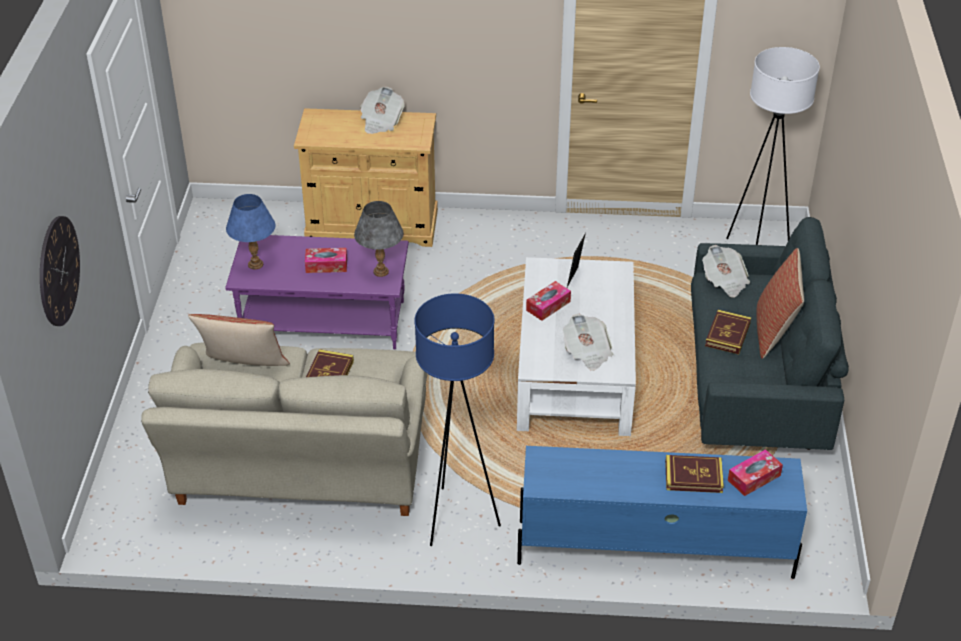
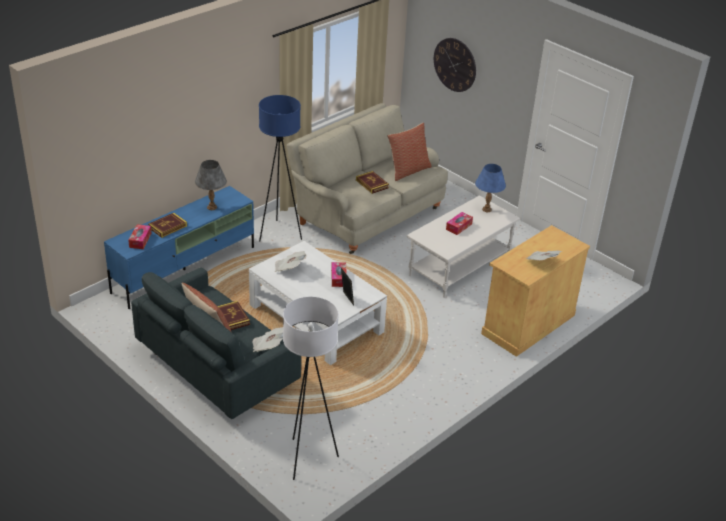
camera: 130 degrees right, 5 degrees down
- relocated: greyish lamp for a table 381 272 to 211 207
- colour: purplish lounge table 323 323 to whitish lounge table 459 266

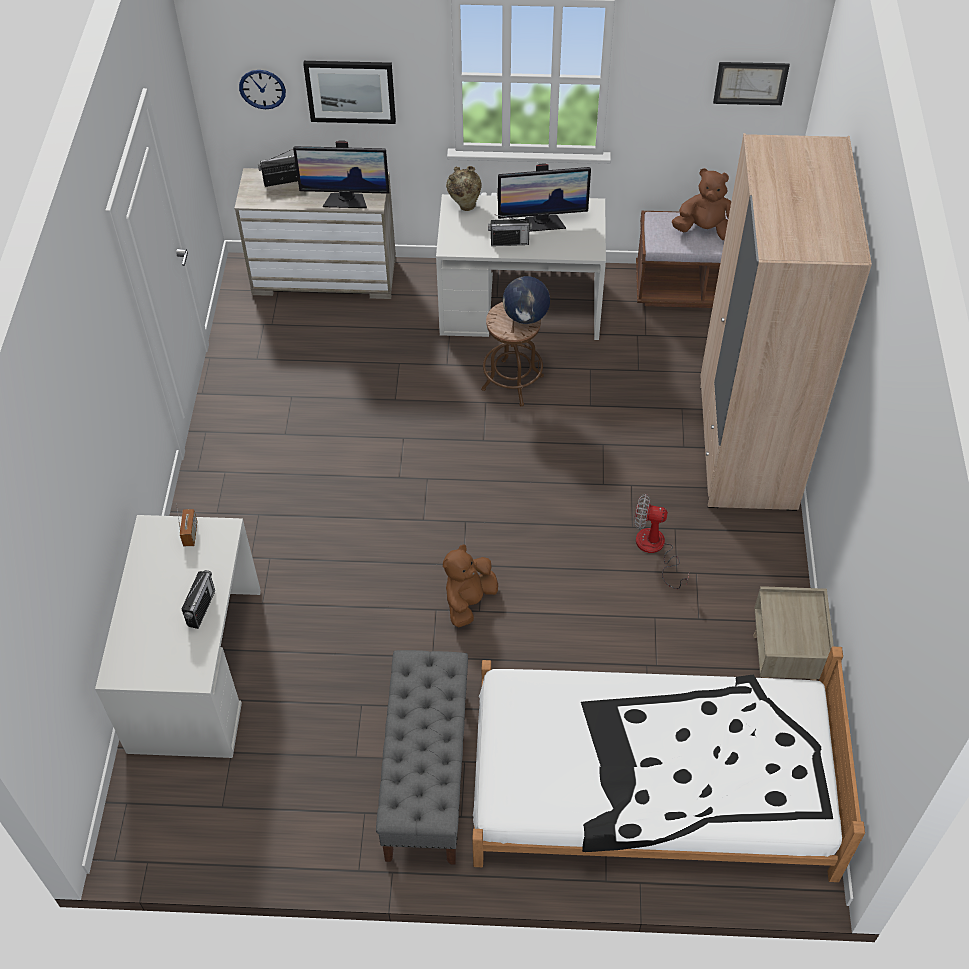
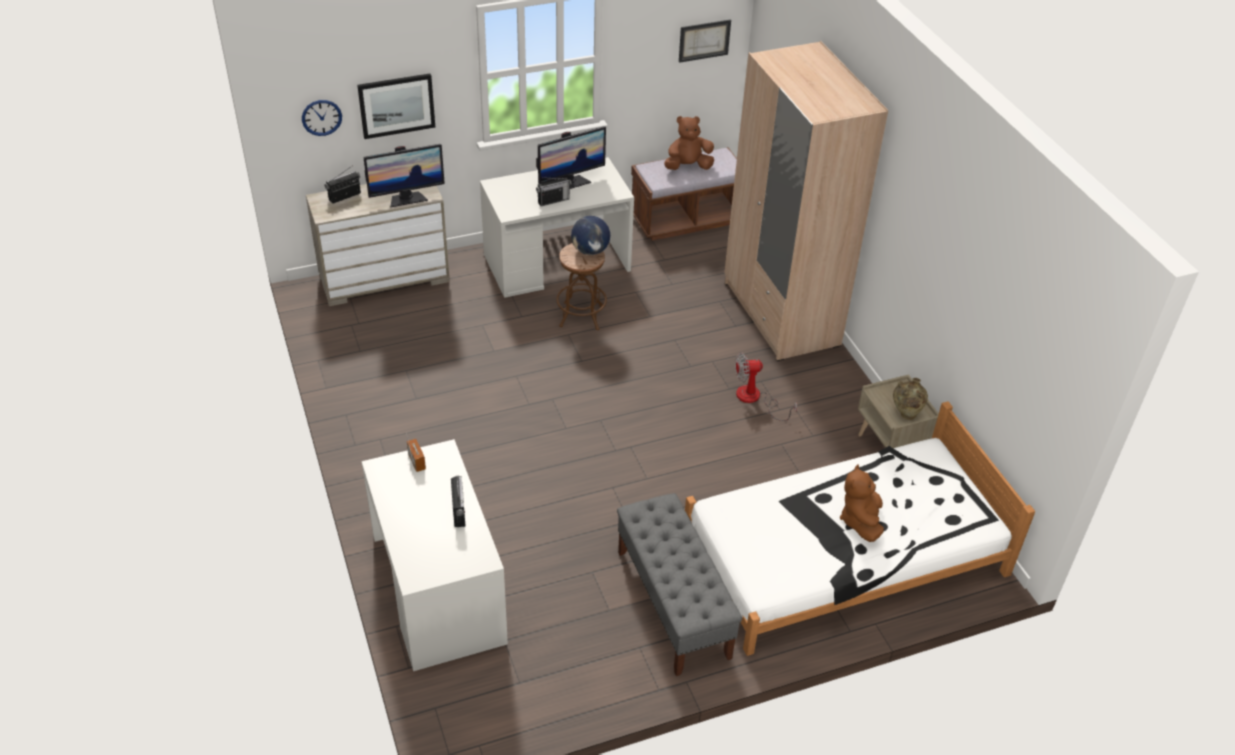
camera: 25 degrees left, 10 degrees down
- relocated: brownish cuddly toy 469 601 to 860 521
- relocated: sand-coloured vase 464 206 to 905 415

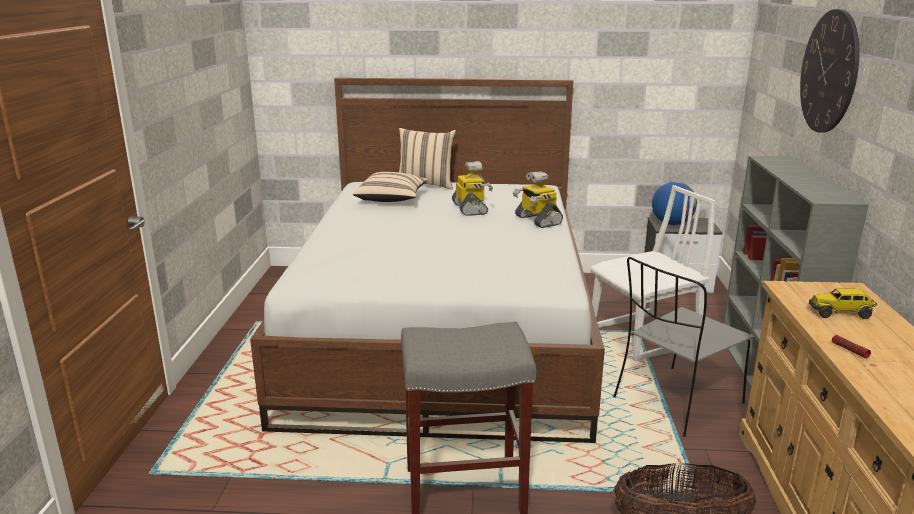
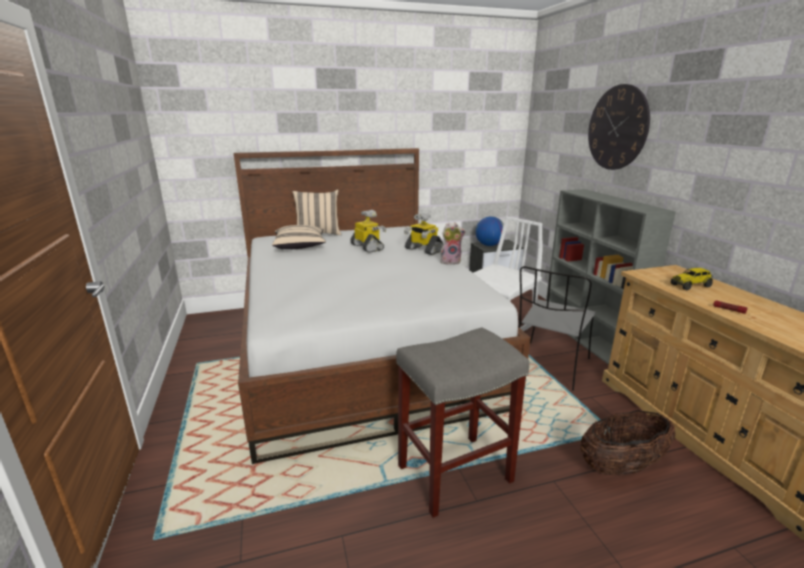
camera: 20 degrees left, 0 degrees up
- appeared: cuddly toy 450 261

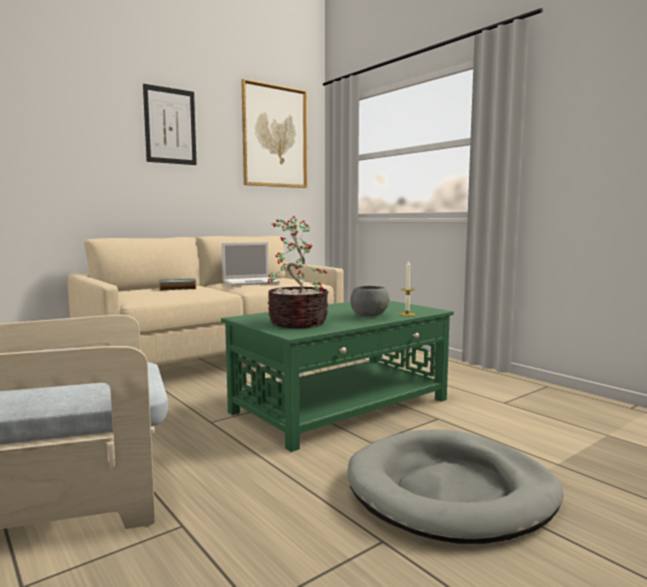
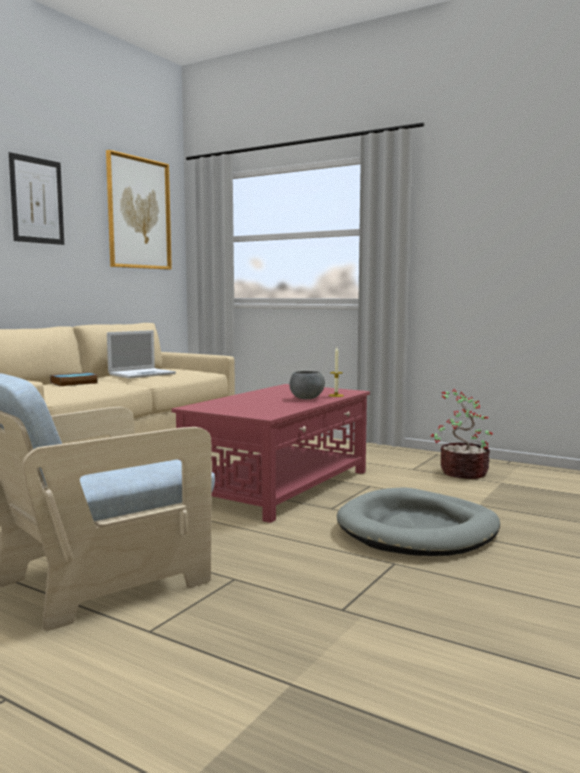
camera: 20 degrees left, 0 degrees up
- colour: green lounge table 342 406 to red-coloured lounge table 280 485
- relocated: houseplant 297 322 to 462 473

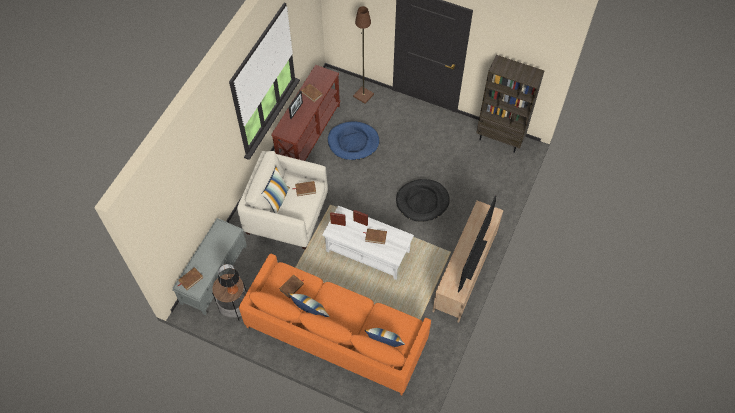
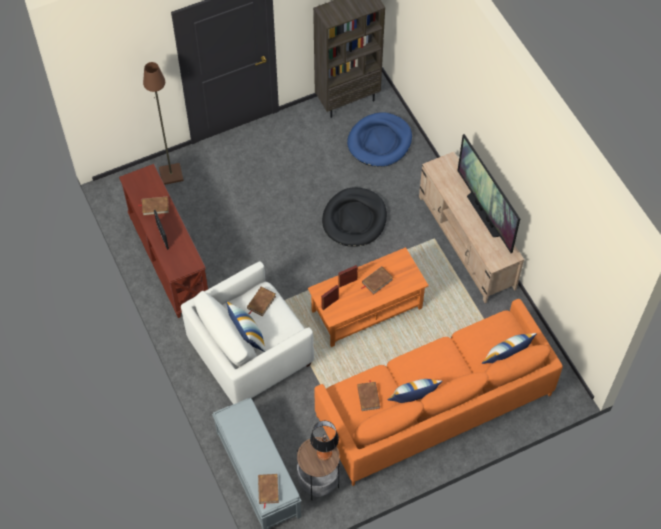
camera: 50 degrees left, 0 degrees up
- colour: whitish lounge table 367 252 to orangey lounge table 366 310
- relocated: bluish pet bed 353 142 to 379 142

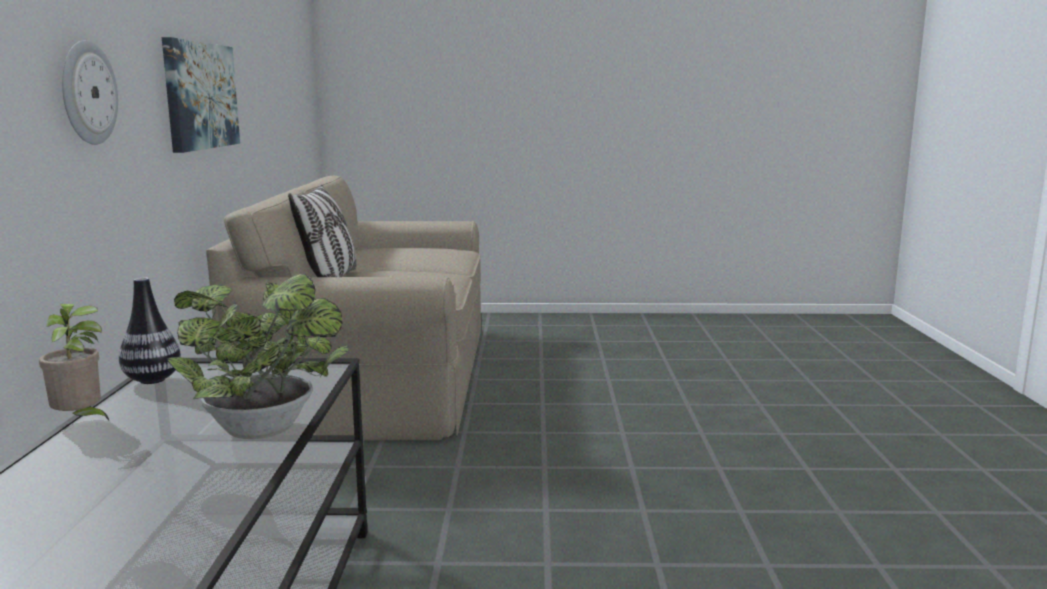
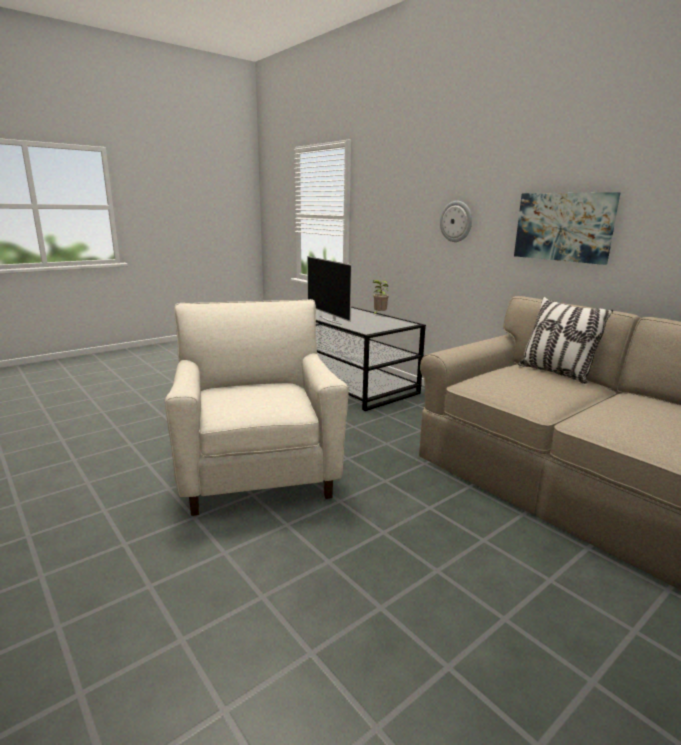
camera: 140 degrees right, 5 degrees up
- appeared: sand-coloured easy chair 258 471
- exchanged: houseplant 267 432 to television 331 320
- missing: vase 152 380

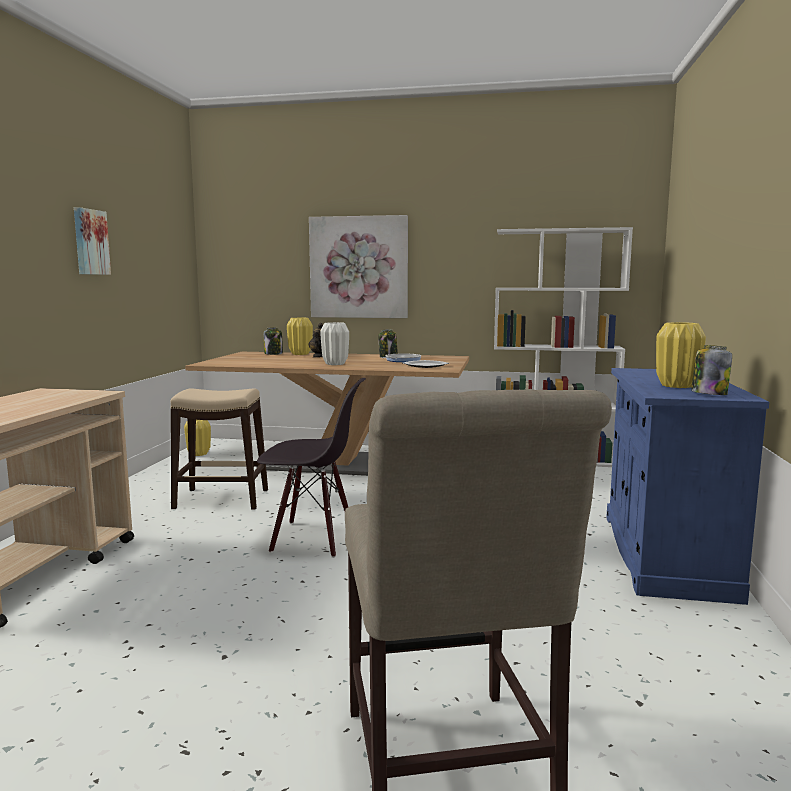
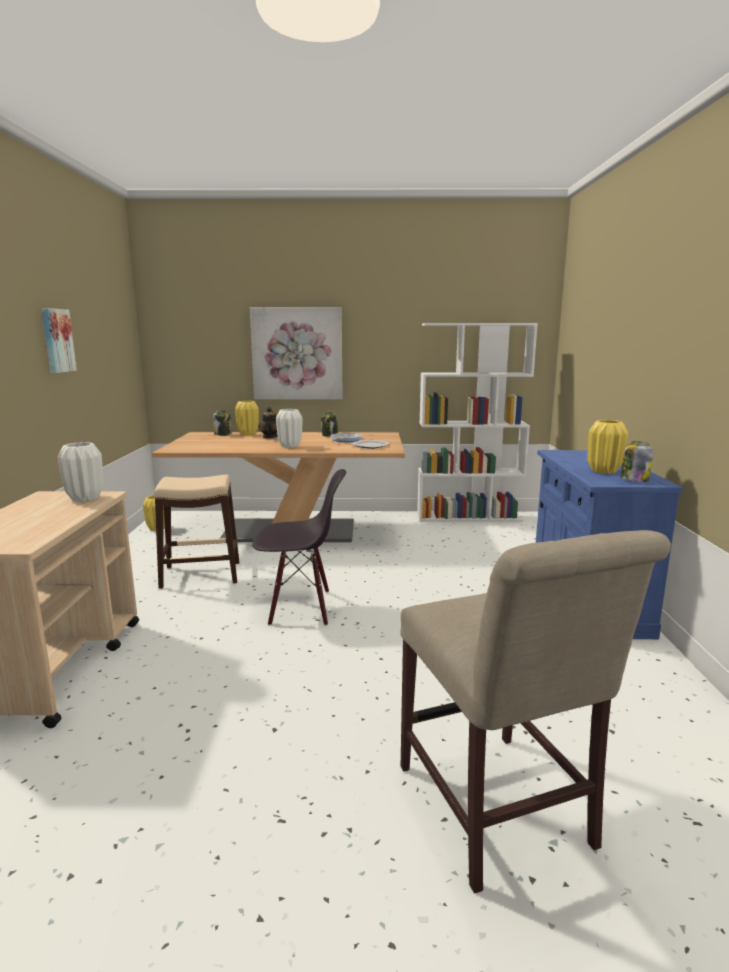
camera: 10 degrees left, 5 degrees up
- appeared: whitish vase 85 498

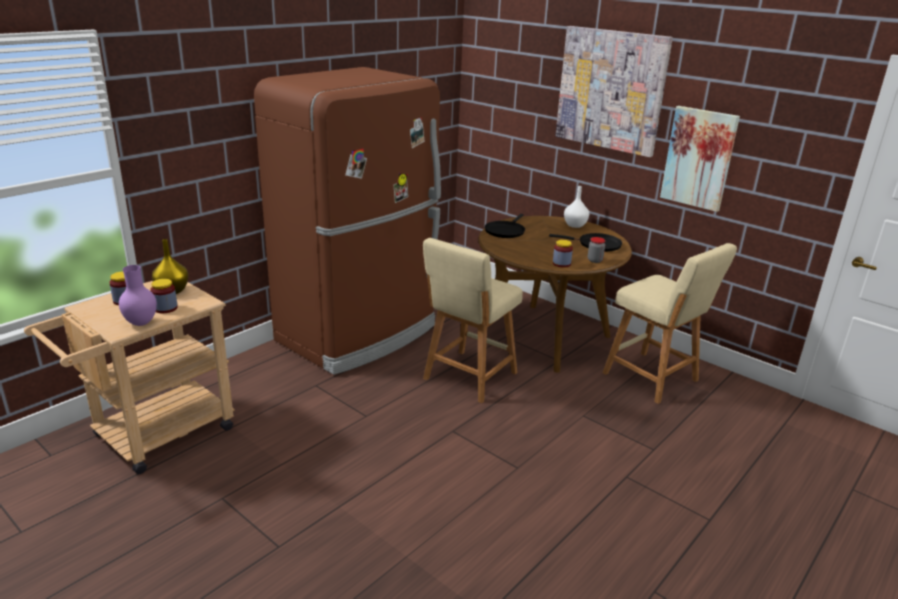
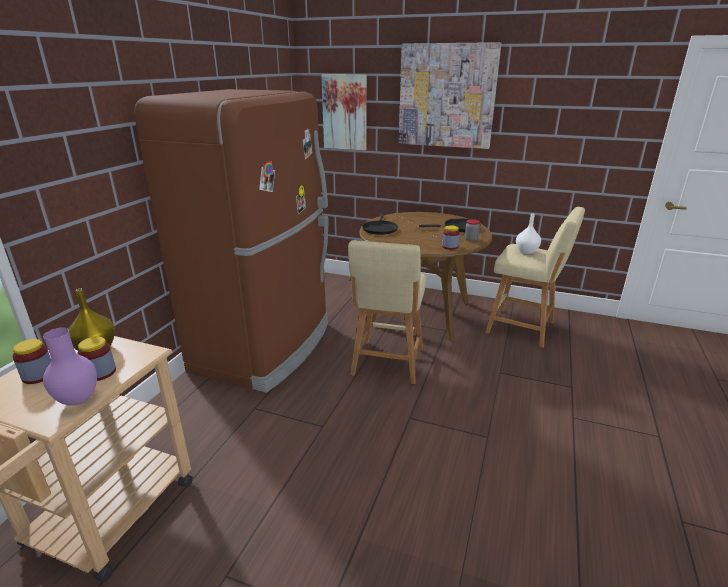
camera: 20 degrees left, 0 degrees up
- relocated: wall picture 699 158 to 345 112
- relocated: whitish vase 574 225 to 526 251

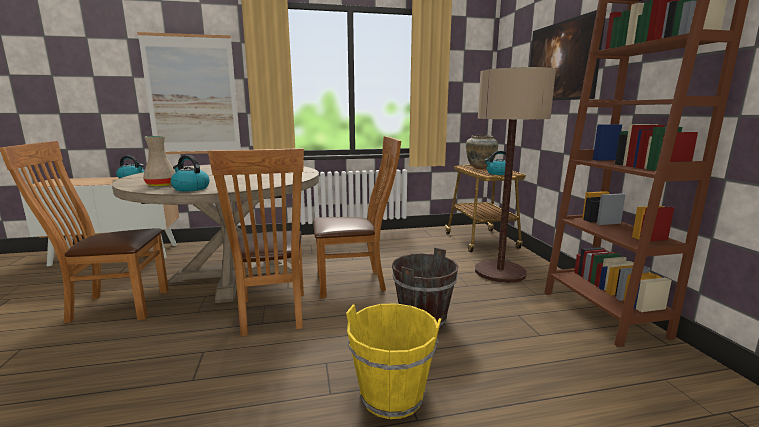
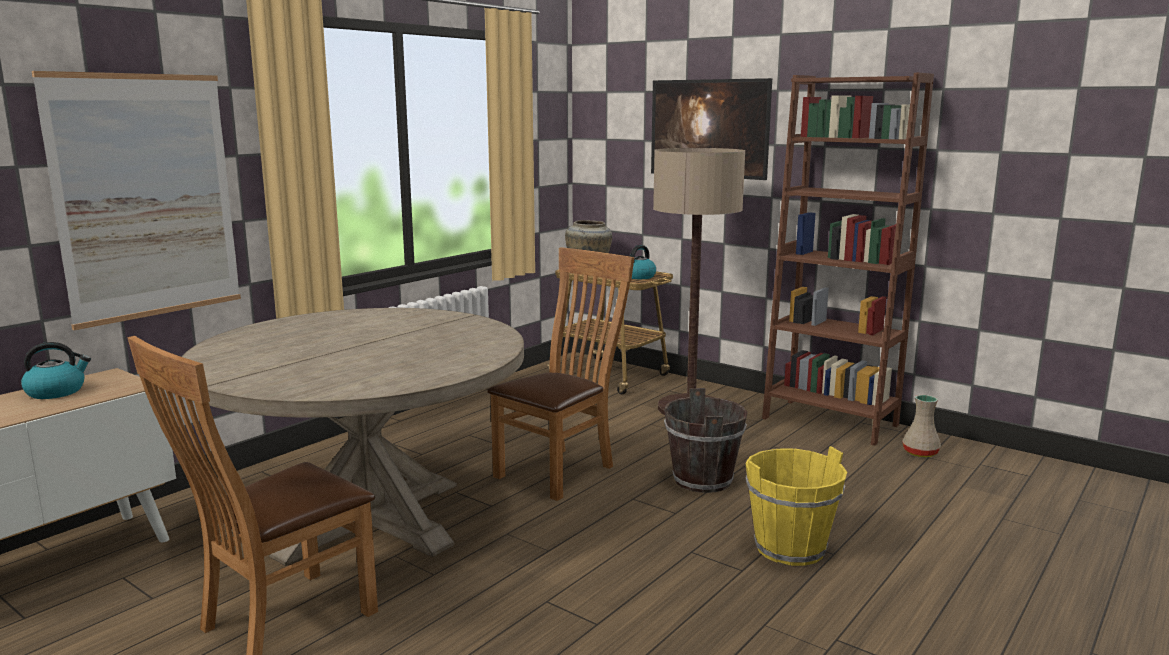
camera: 40 degrees left, 0 degrees up
- relocated: sand-coloured vase 161 185 to 919 453
- missing: water kettle 190 188
- missing: brownish upright chair 272 315

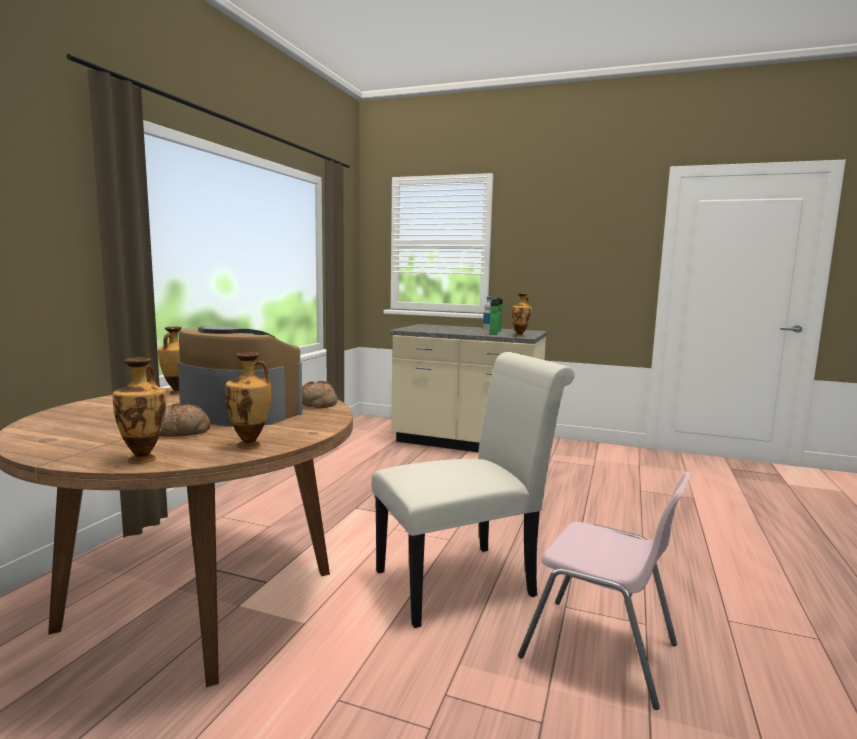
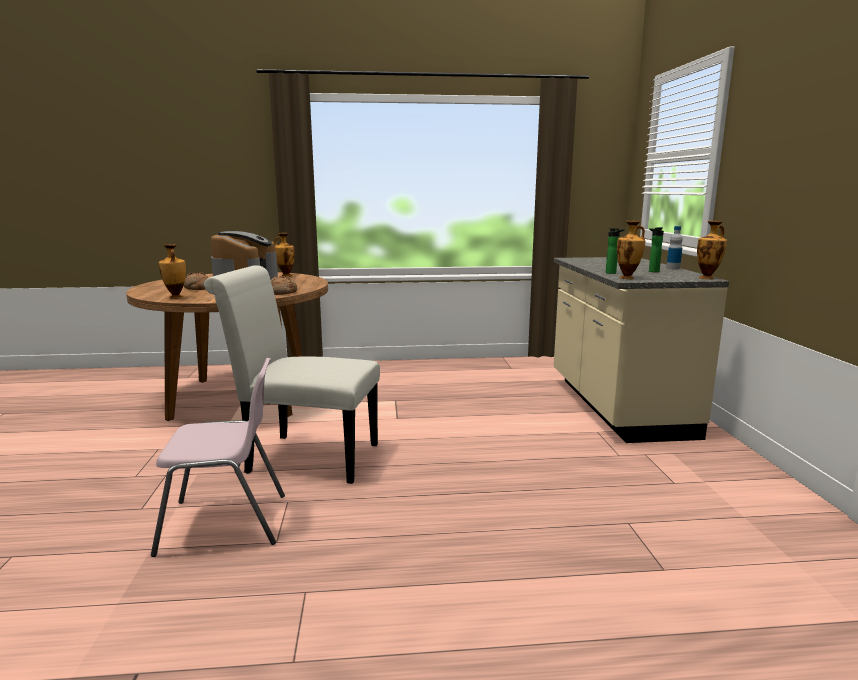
camera: 65 degrees right, 5 degrees up
- spun: pinkish upright chair 602 651 = 226 523 105 degrees counterclockwise
- spun: whitish upright chair 465 581 = 304 457 150 degrees clockwise
- relocated: vase 144 459 to 707 278

